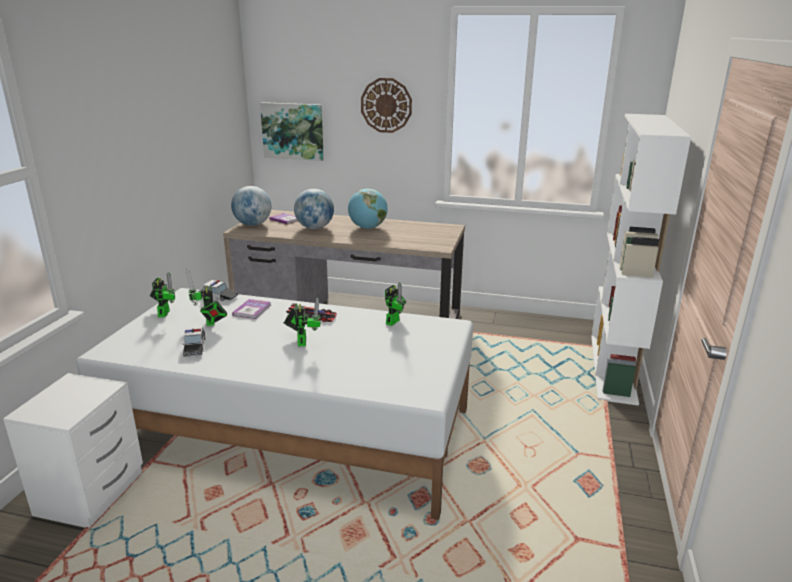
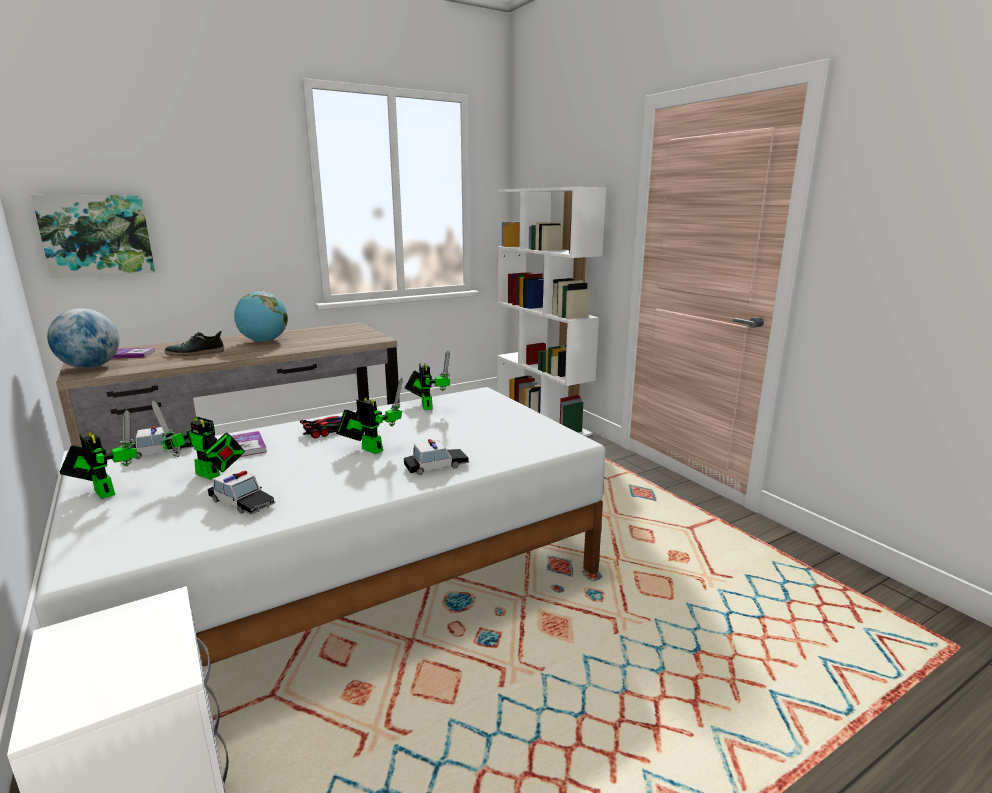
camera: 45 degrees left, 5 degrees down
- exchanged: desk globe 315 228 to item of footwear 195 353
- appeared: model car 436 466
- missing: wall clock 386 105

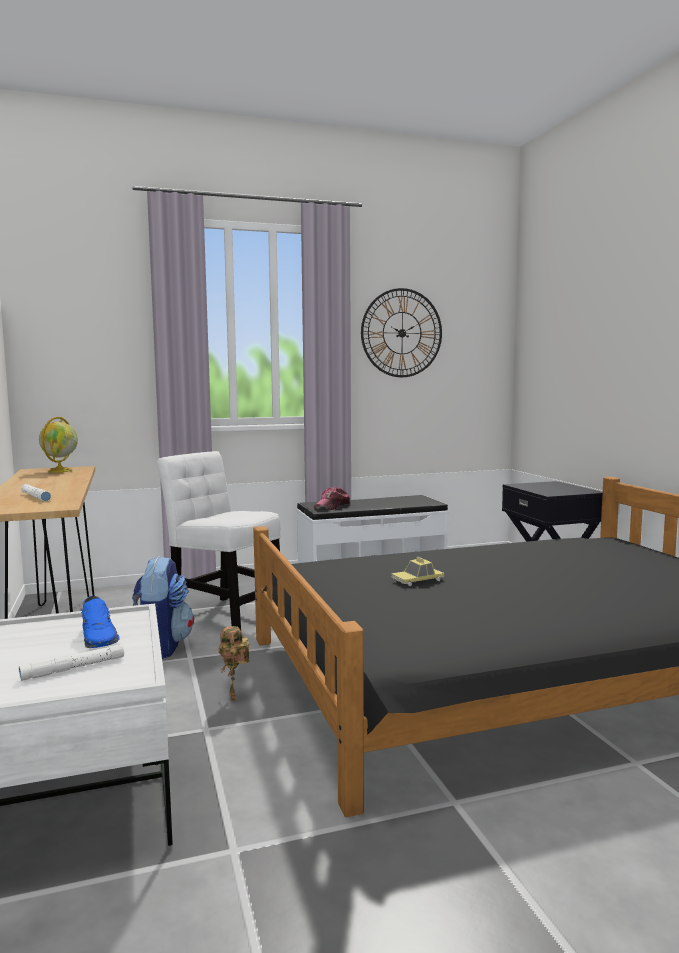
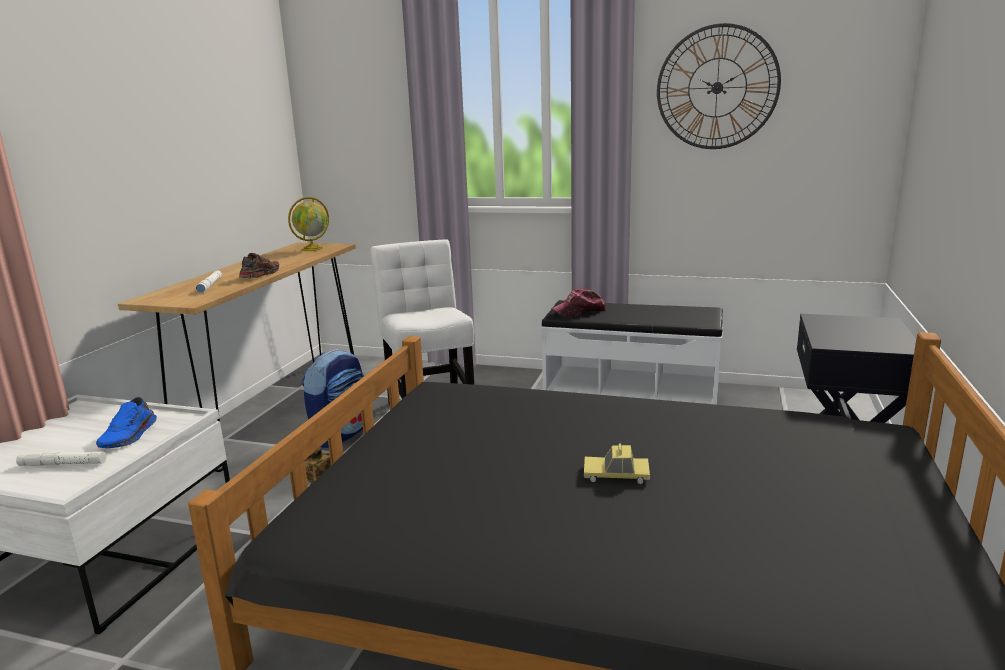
camera: 35 degrees right, 10 degrees up
- appeared: brownish item of footwear 259 275
- relocated: model car 417 580 to 616 474

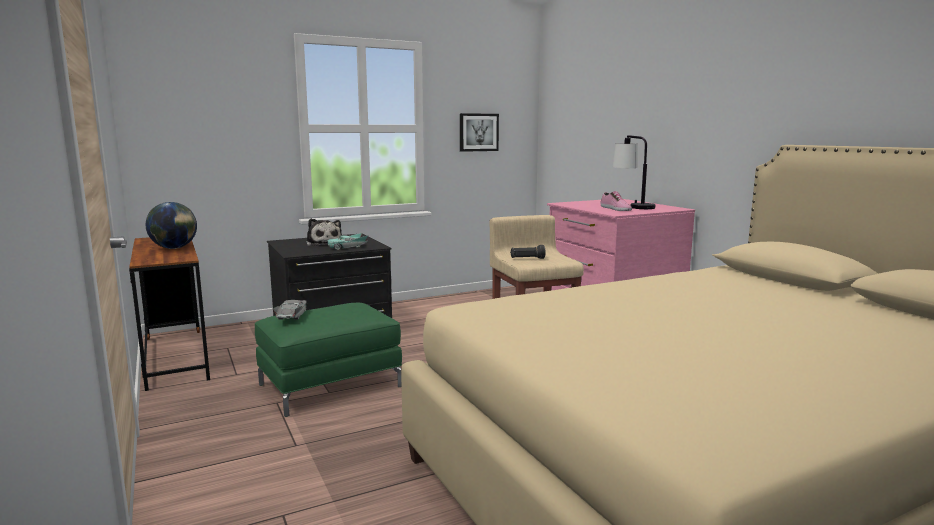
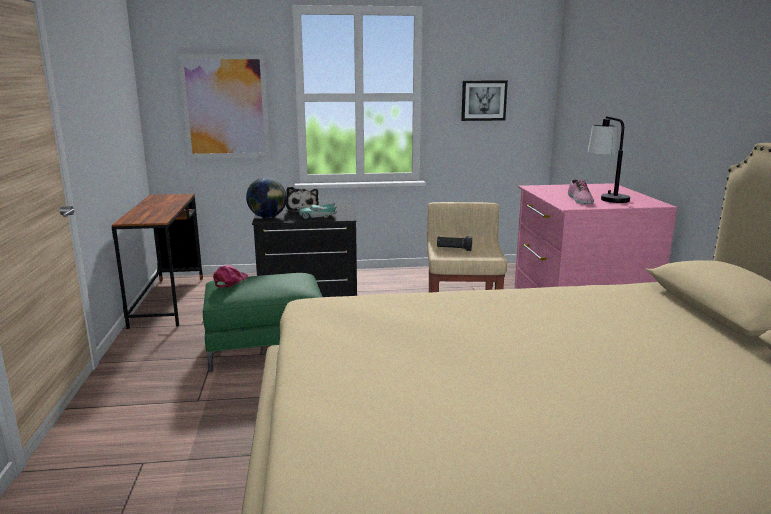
camera: 20 degrees right, 5 degrees up
- appeared: wall picture 225 107
- exchanged: greyish model car 291 316 to pinkish peaked cap 230 281
- relocated: desk globe 174 248 to 267 217

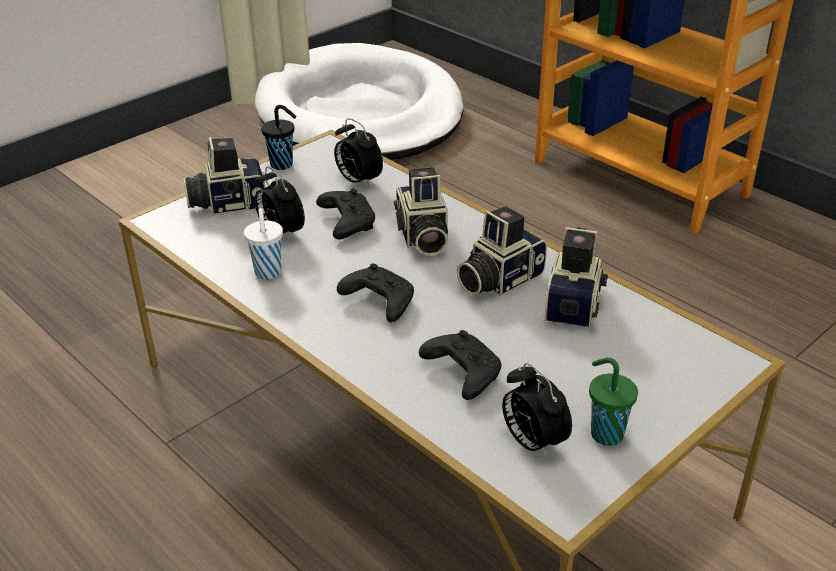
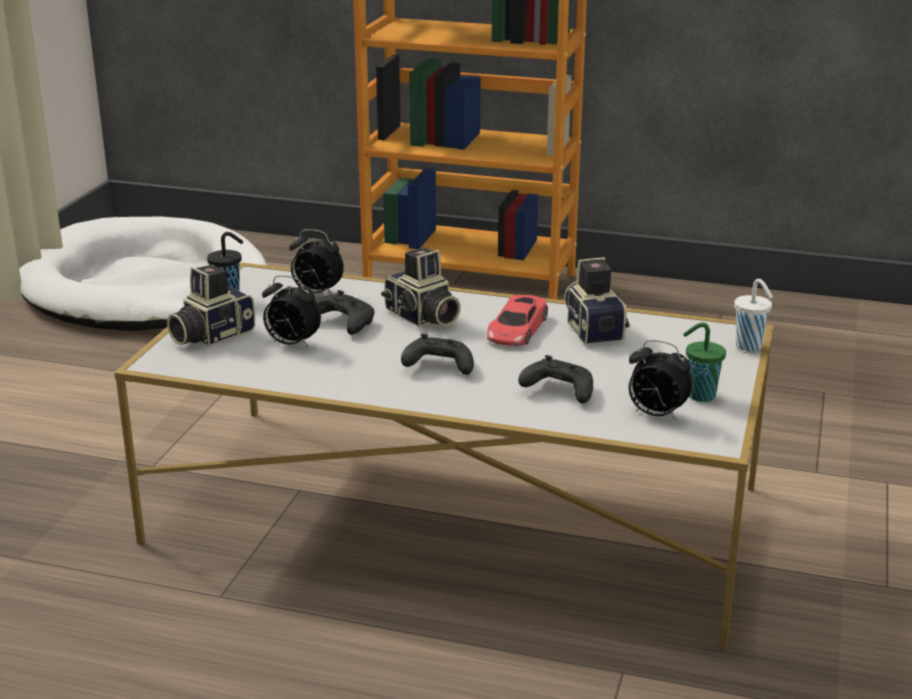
camera: 30 degrees left, 10 degrees down
- exchanged: photo camera 497 279 to red-coloured model car 517 329
- relocated: whitish cup 268 273 to 750 347

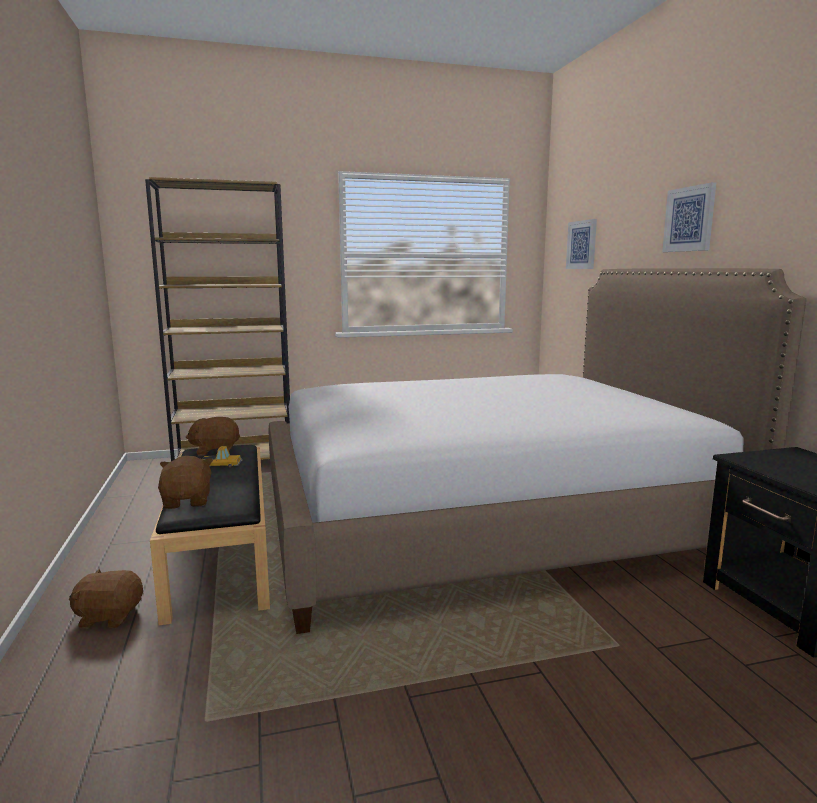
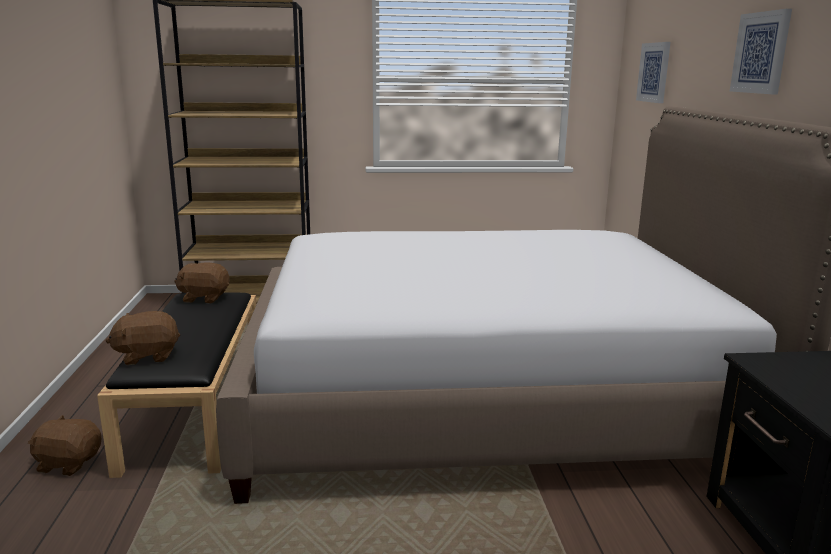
camera: 10 degrees right, 5 degrees up
- spun: brownish cuddly toy 188 501 = 147 356 105 degrees counterclockwise
- missing: model car 222 464

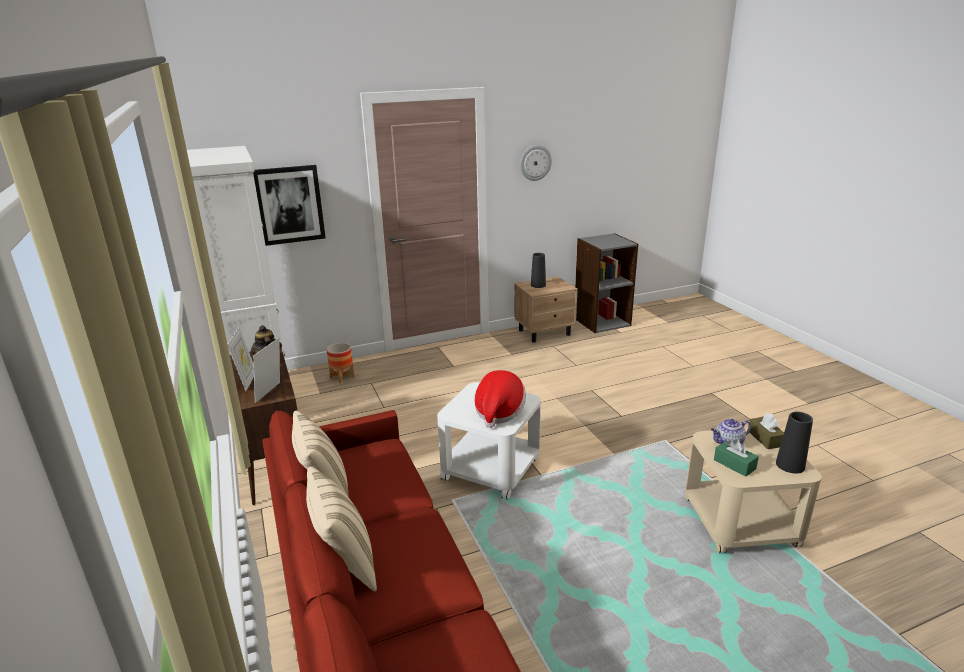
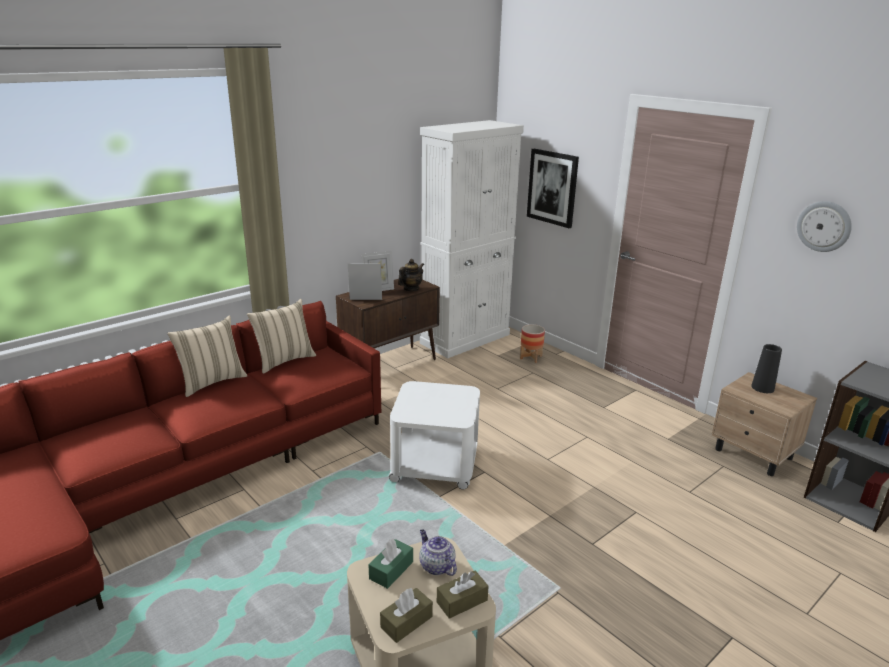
camera: 70 degrees right, 0 degrees up
- exchanged: blackish vase 790 465 to brownish tissue holder 406 622
- missing: clothing hat 499 412

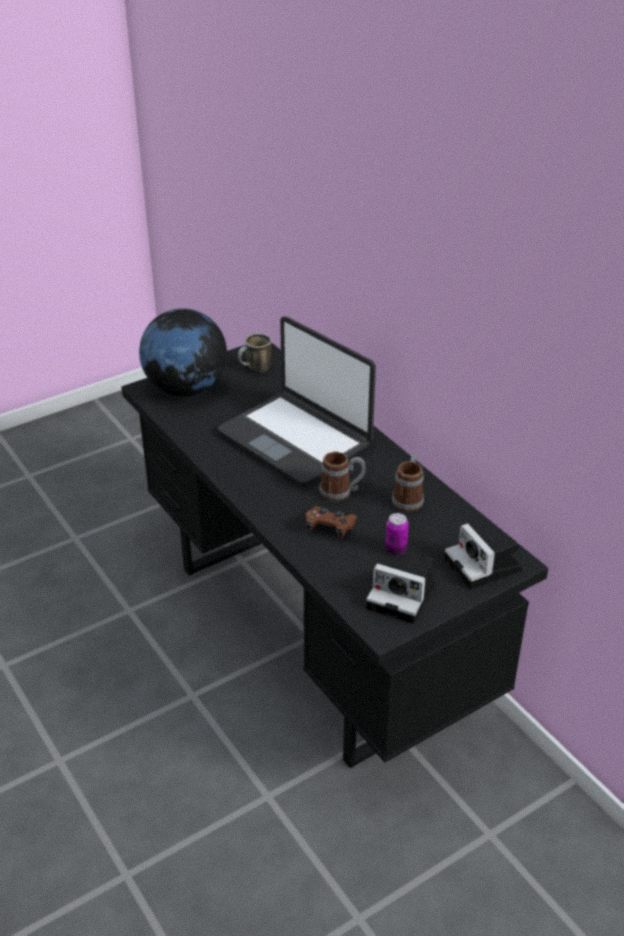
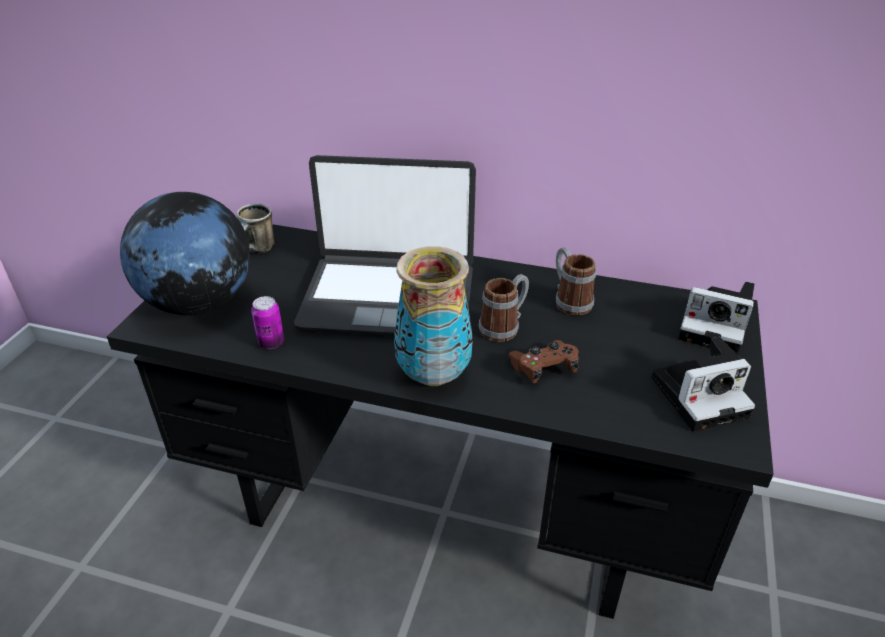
camera: 40 degrees left, 0 degrees up
- relocated: metal can 395 550 to 271 343
- appeared: vase 433 375

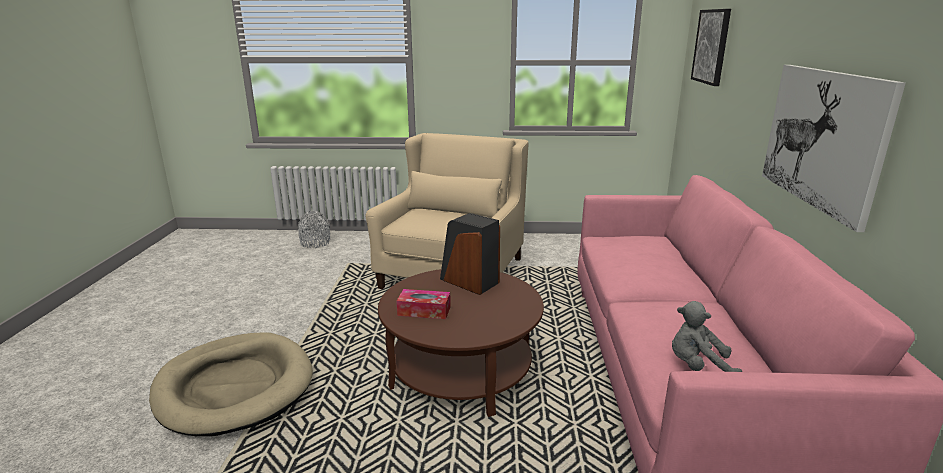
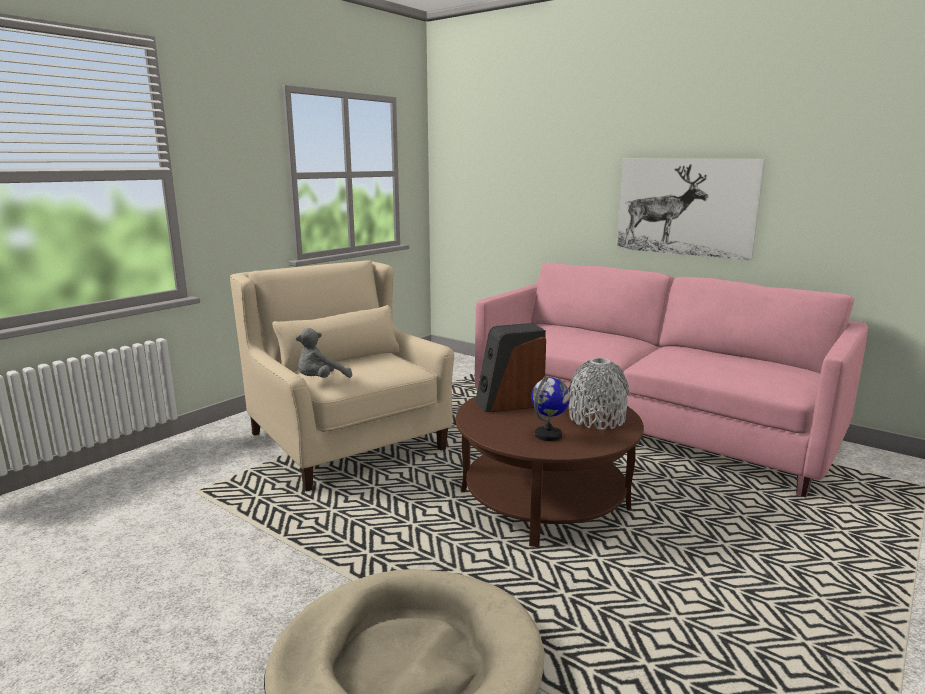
camera: 55 degrees left, 5 degrees down
- relocated: greyish cuddly toy 698 367 to 321 380
- exchanged: tissue holder 424 311 to desk globe 548 435
- relocated: greyish vase 315 242 to 596 419
- missing: wall picture 711 46

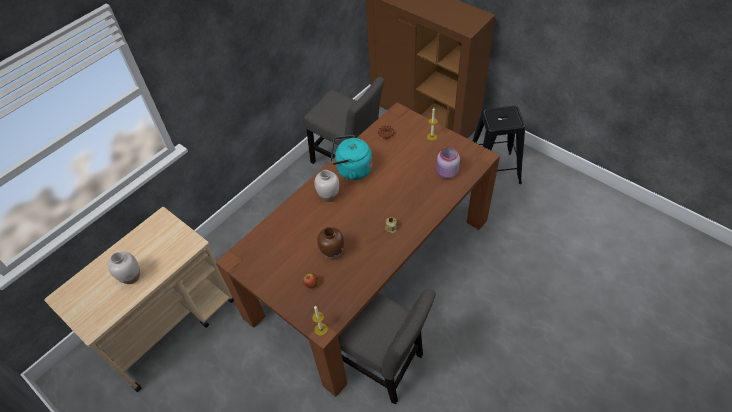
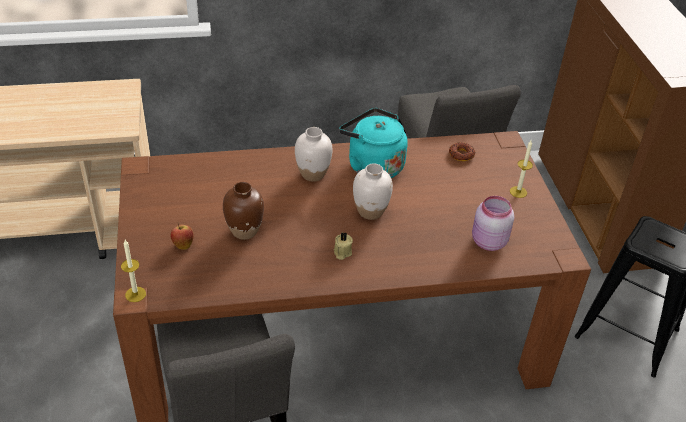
camera: 35 degrees right, 10 degrees down
- relocated: whitish vase 131 277 to 370 211

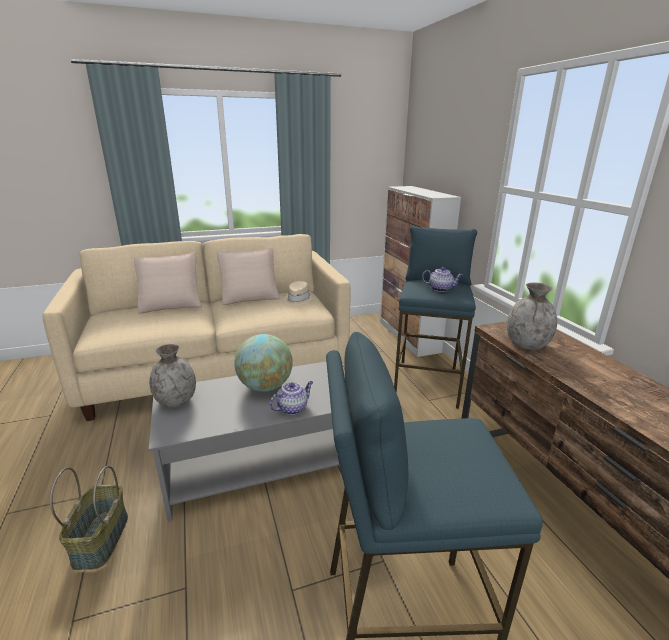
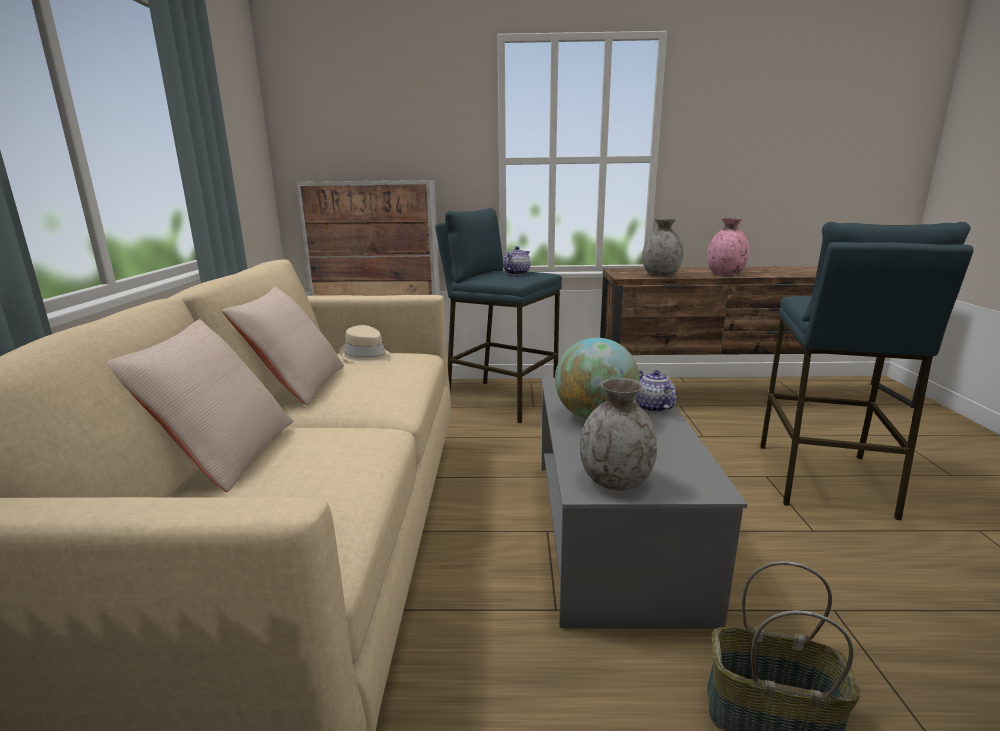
camera: 70 degrees left, 5 degrees down
- appeared: pinkish vase 725 274

